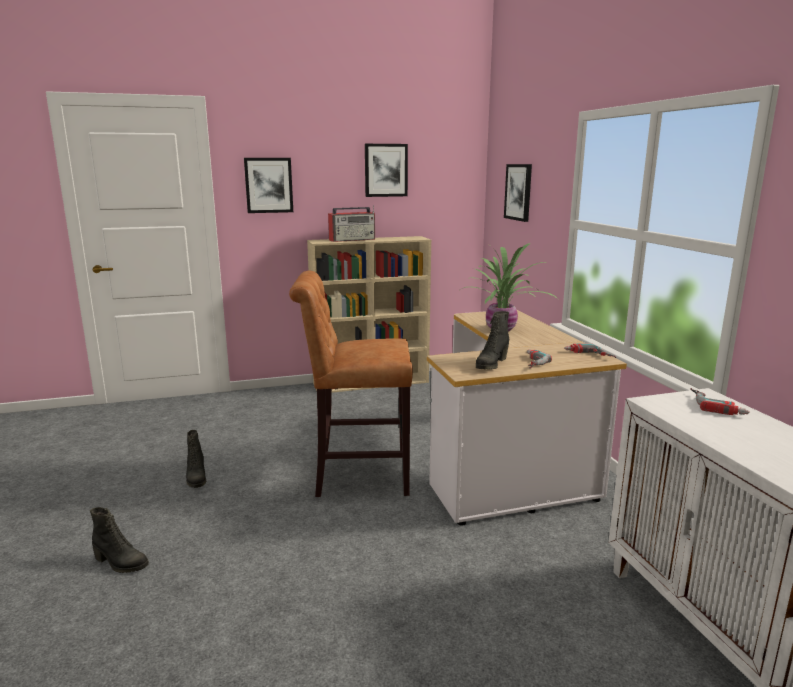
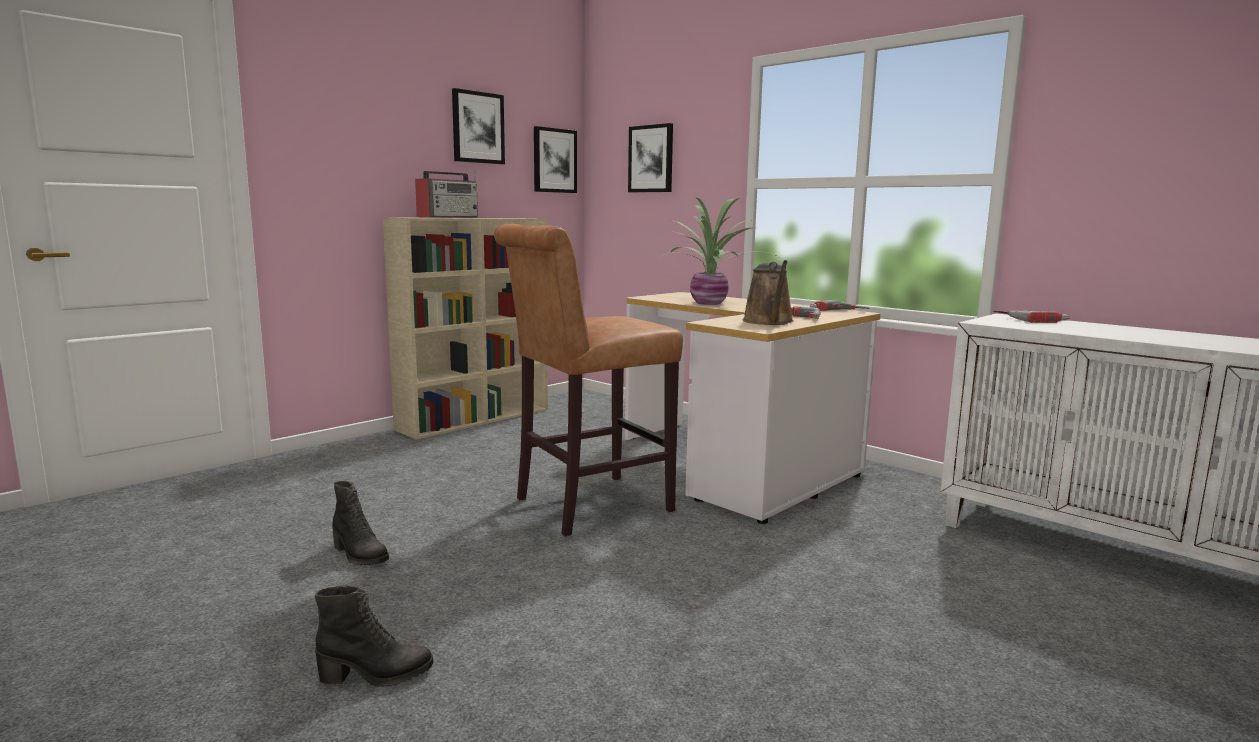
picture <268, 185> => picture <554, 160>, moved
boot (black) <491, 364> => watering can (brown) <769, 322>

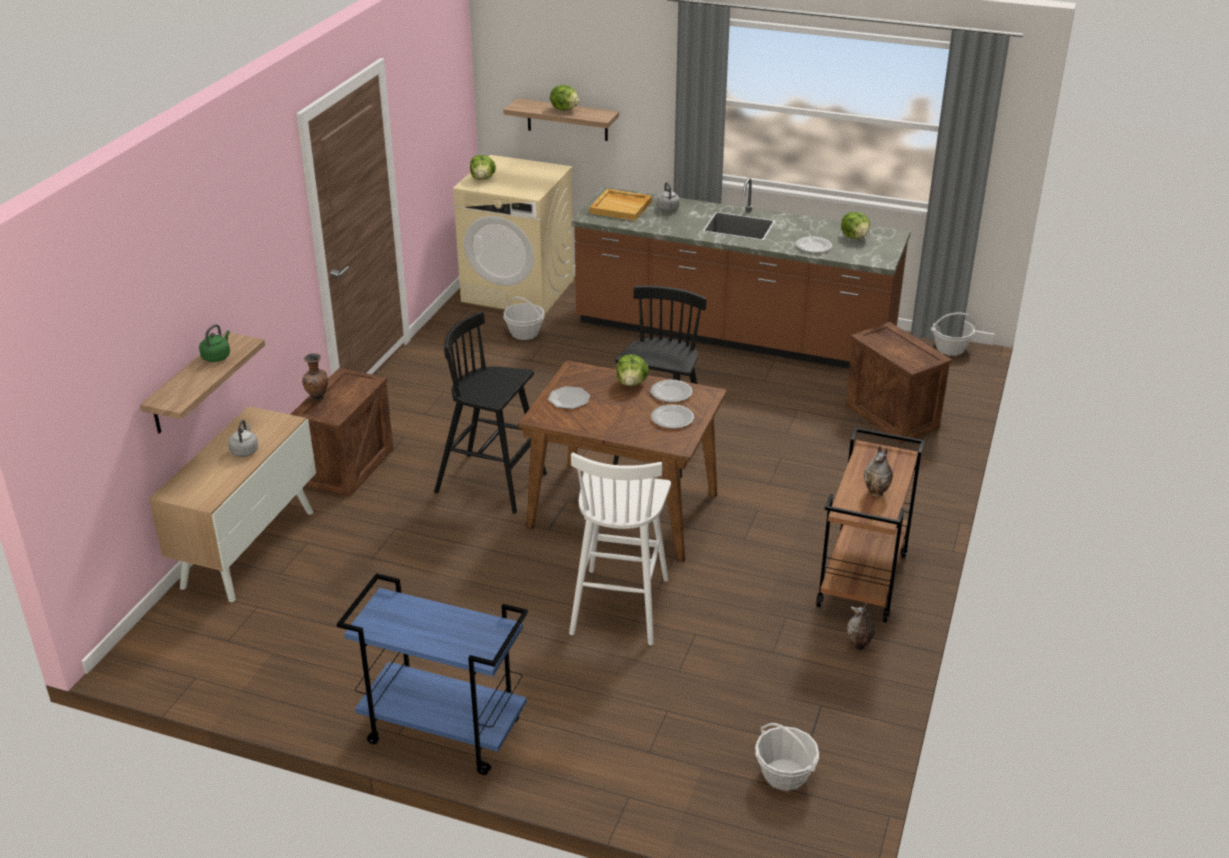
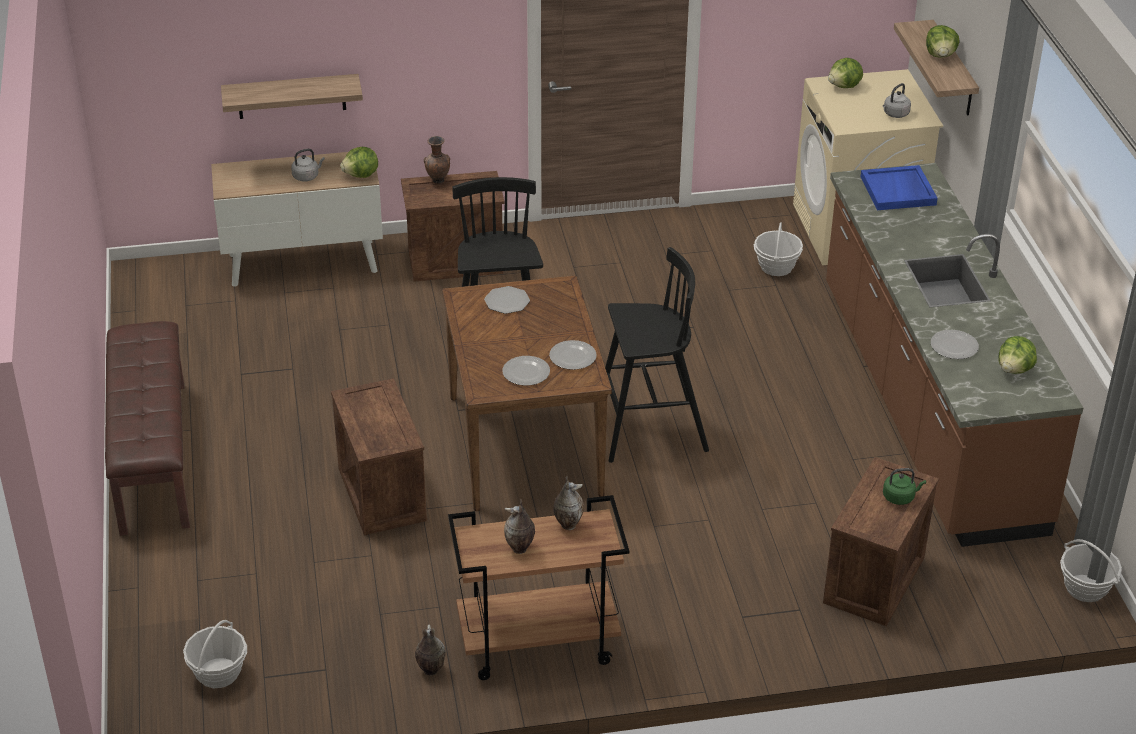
kettle (green) <217, 356> => kettle (green) <900, 497>, moved
cart (blue) <442, 732> => bench (brown) <152, 456>
stool (white) <620, 605> => crate <380, 494>
tray (beige) <621, 207> => tray (blue) <898, 191>
lettuce <632, 383> => lettuce <361, 175>, moved
kettle (grey) <668, 209> => kettle (grey) <895, 114>, moved
nothing => vase <567, 524>

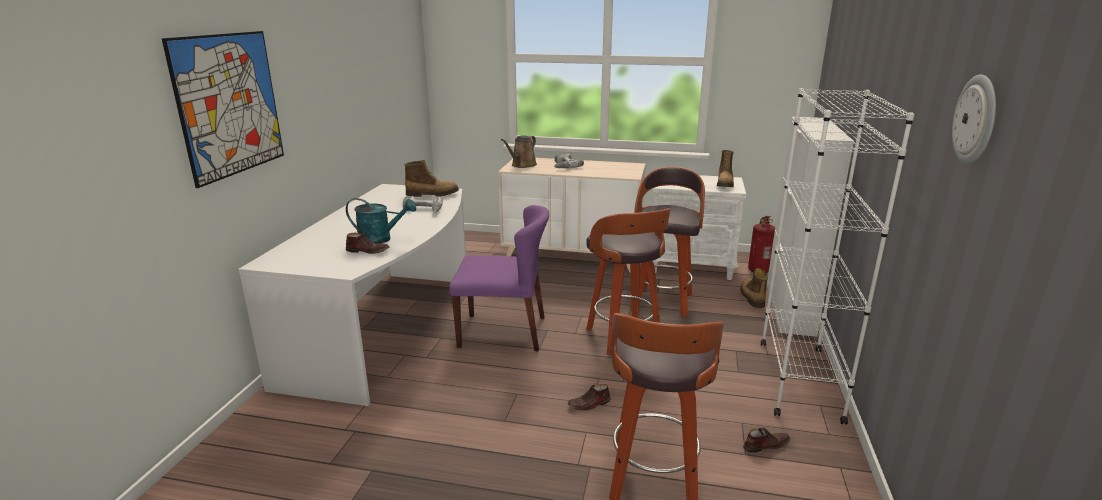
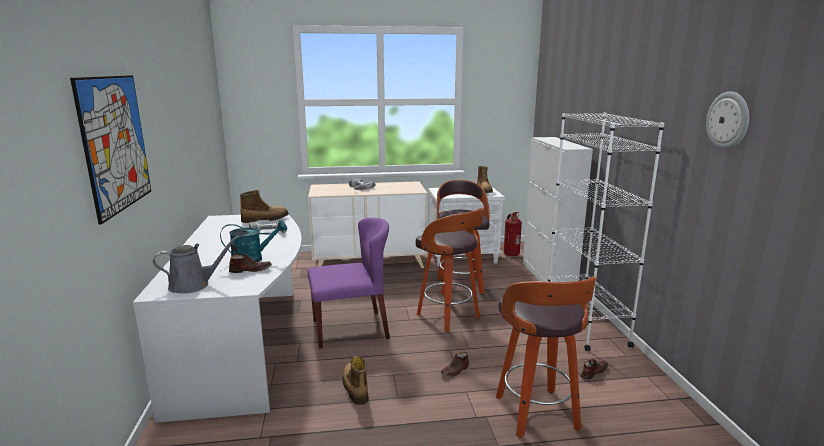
watering can (brown) <522, 165> => nothing
boot <751, 297> => boot <354, 388>, moved
nothing => watering can (grey) <193, 285>

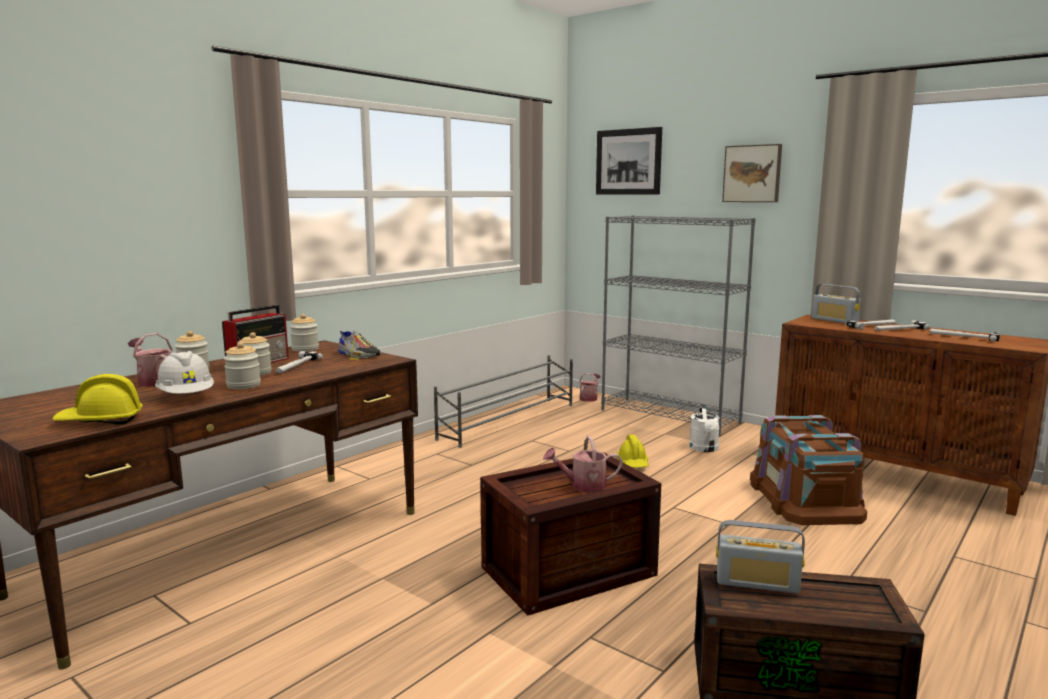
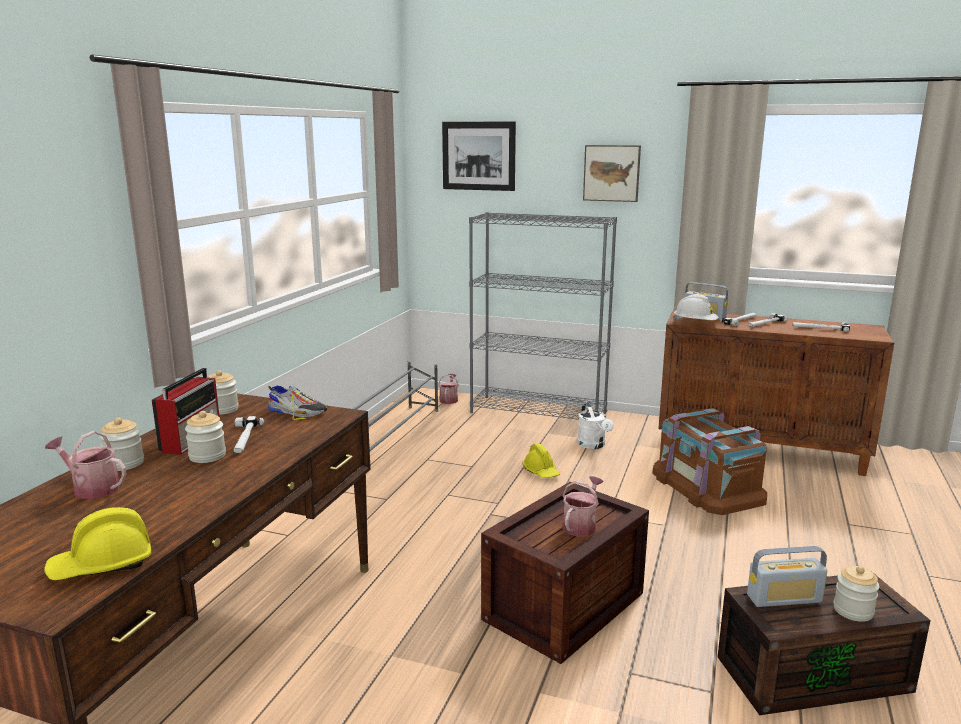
hard hat (white) <186, 397> => hard hat (white) <695, 323>, moved
jar <243, 385> => jar <853, 611>, moved
watering can <583, 486> => watering can <581, 525>, 150 degrees clockwise

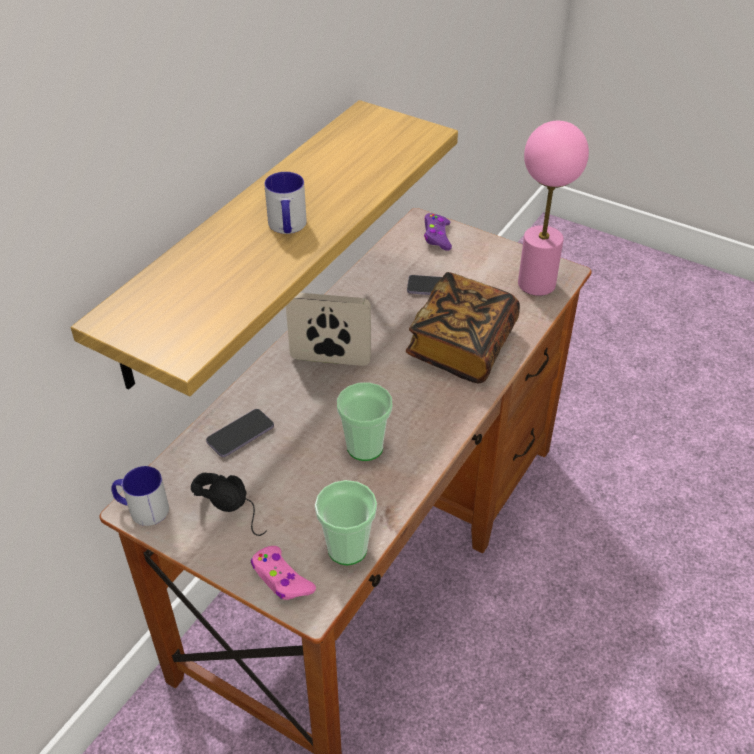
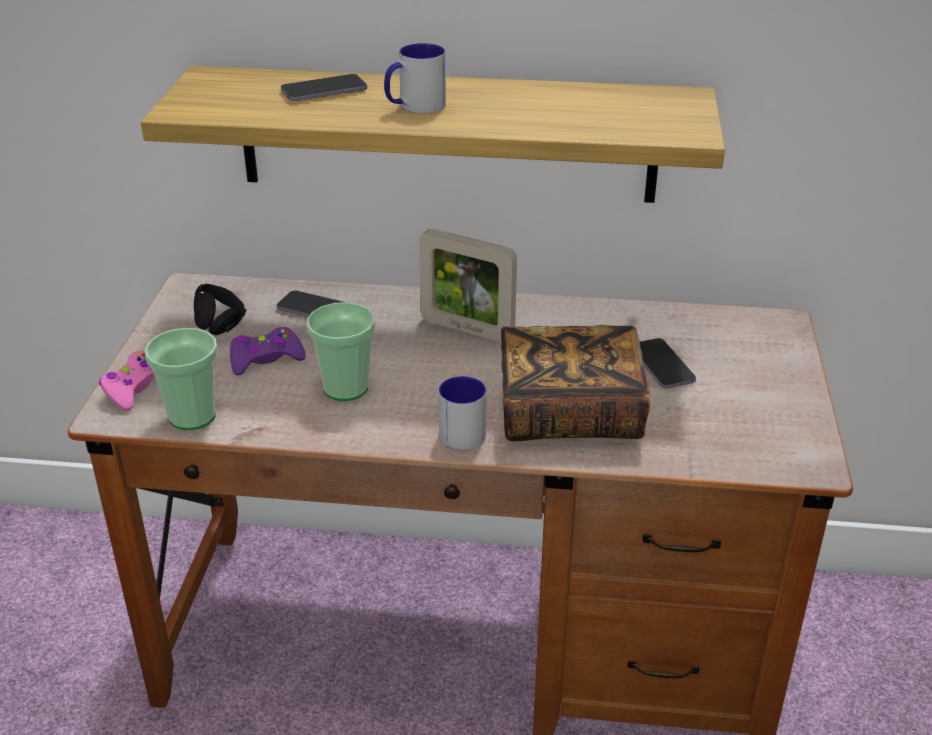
mug <142, 509> => mug <460, 430>, moved
picture frame <330, 359> => picture frame <467, 329>, 135 degrees clockwise
game controller (purple) <437, 236> => game controller (purple) <265, 359>, moved
table lamp (pink) <536, 283> => nothing
nothing => phone <324, 91>

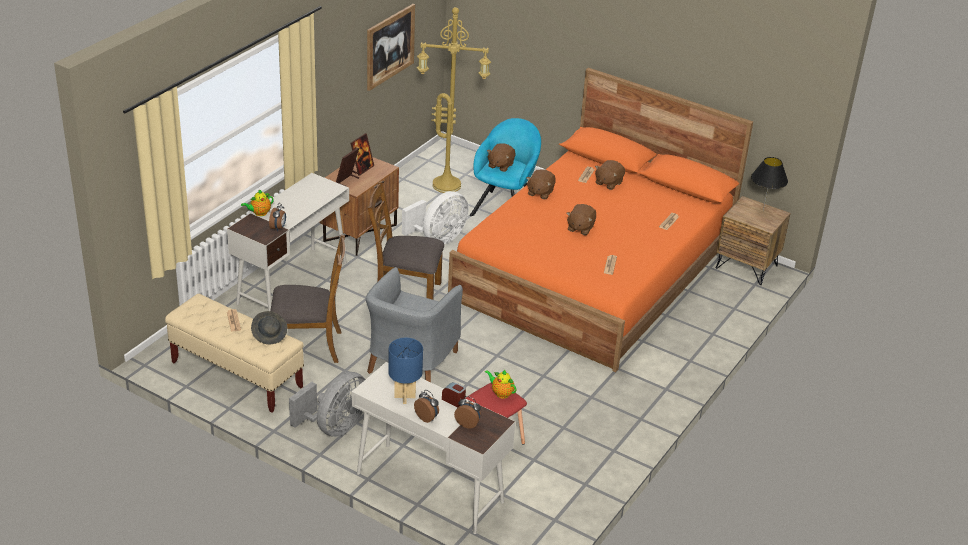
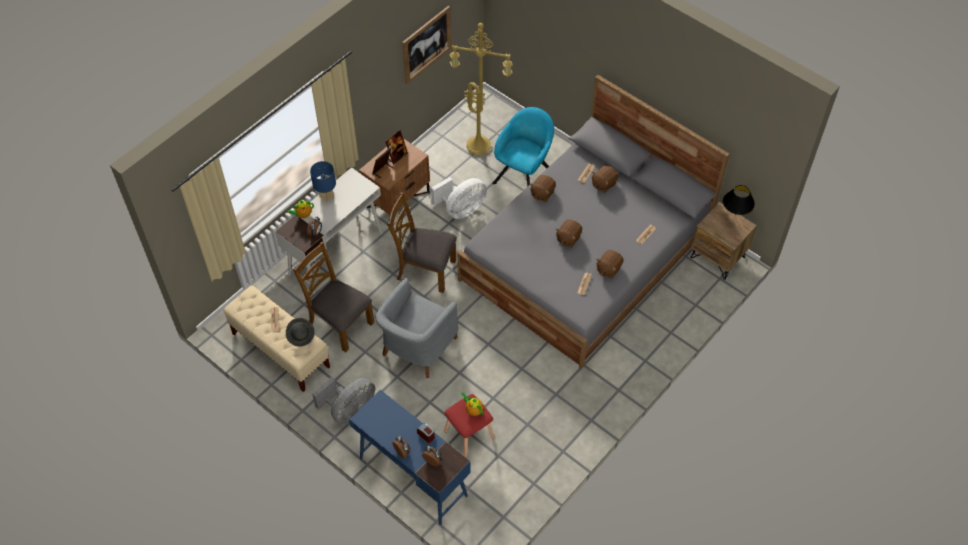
chair (brown) <308, 346> => chair (brown) <340, 323>, 150 degrees counterclockwise
desk (white) <429, 487> => desk (blue) <412, 476>
table lamp (blue) <405, 397> => table lamp (blue) <326, 197>, moved
bed (orange) <595, 272> => bed (grey) <586, 256>
plush toy (brown) <500, 165> => plush toy (brown) <608, 269>, moved

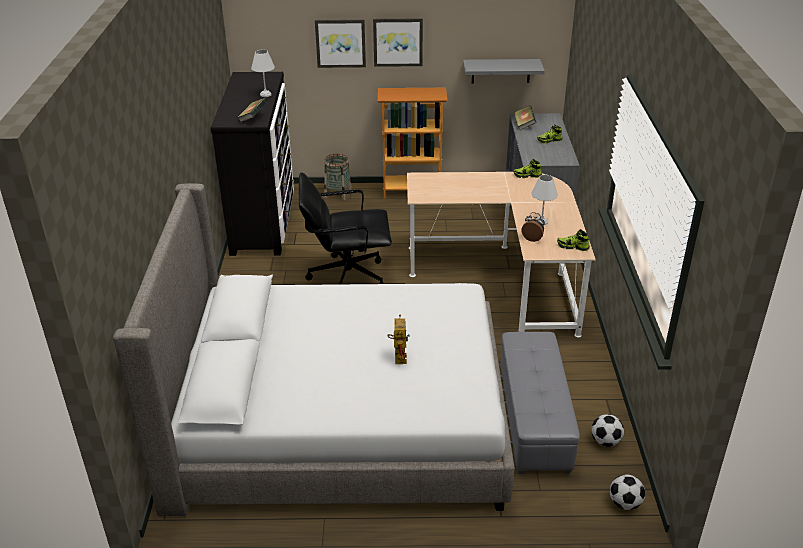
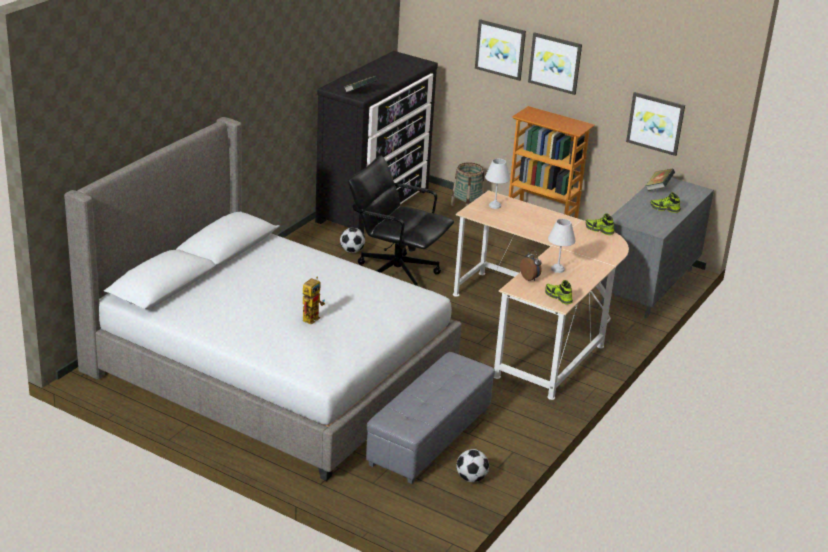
table lamp (white) <265, 94> => table lamp (white) <495, 205>, moved
shelf (grey) <501, 71> => picture <655, 123>
football <624, 503> => football <352, 251>, moved

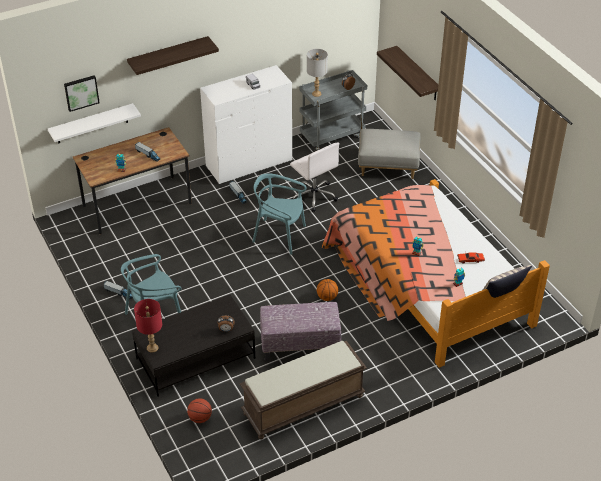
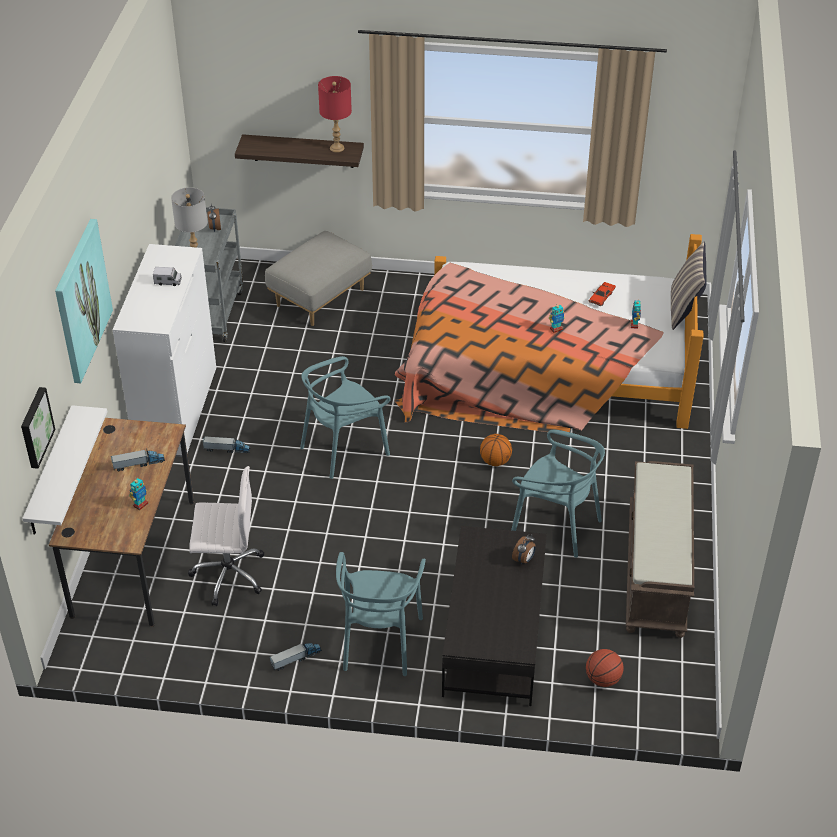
shelf <168, 56> => picture <81, 300>
table lamp (red) <152, 348> => table lamp (red) <336, 148>, moved
ottoman <300, 346> => chair (turquoise) <556, 525>
office chair (white) <313, 196> => office chair (white) <227, 574>, moved

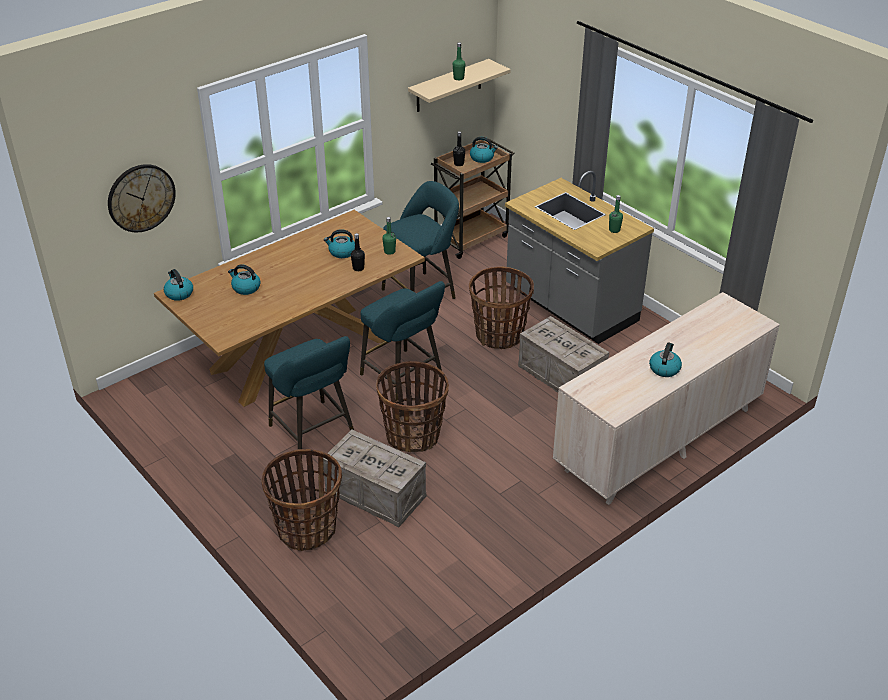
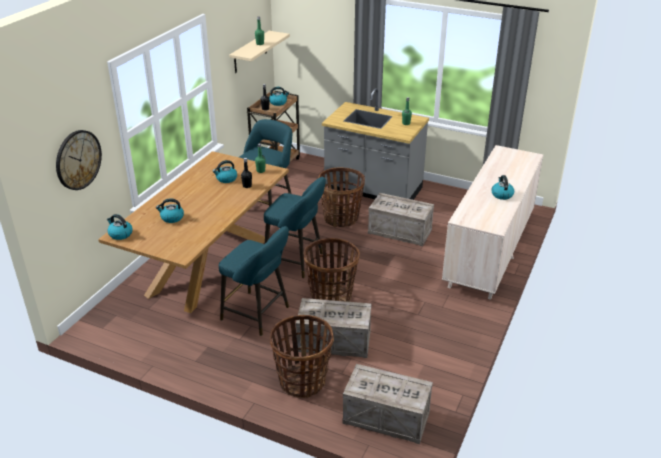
nothing => crate <385, 417>

